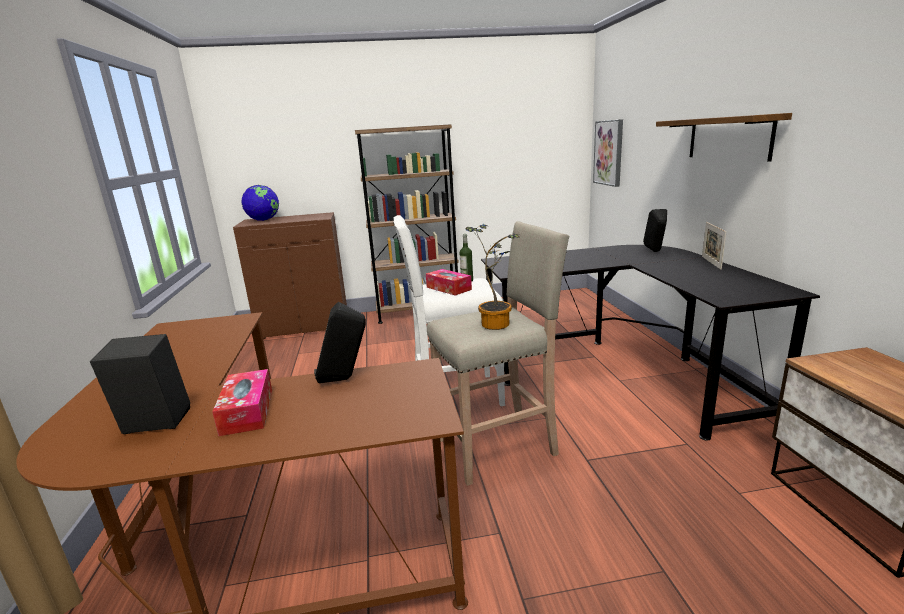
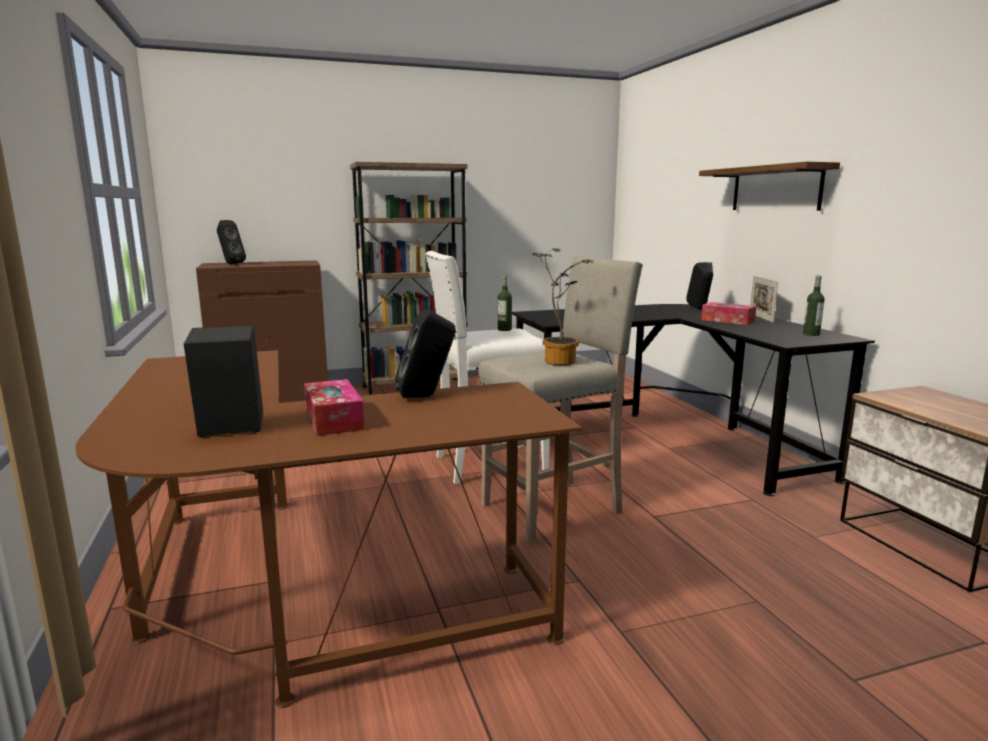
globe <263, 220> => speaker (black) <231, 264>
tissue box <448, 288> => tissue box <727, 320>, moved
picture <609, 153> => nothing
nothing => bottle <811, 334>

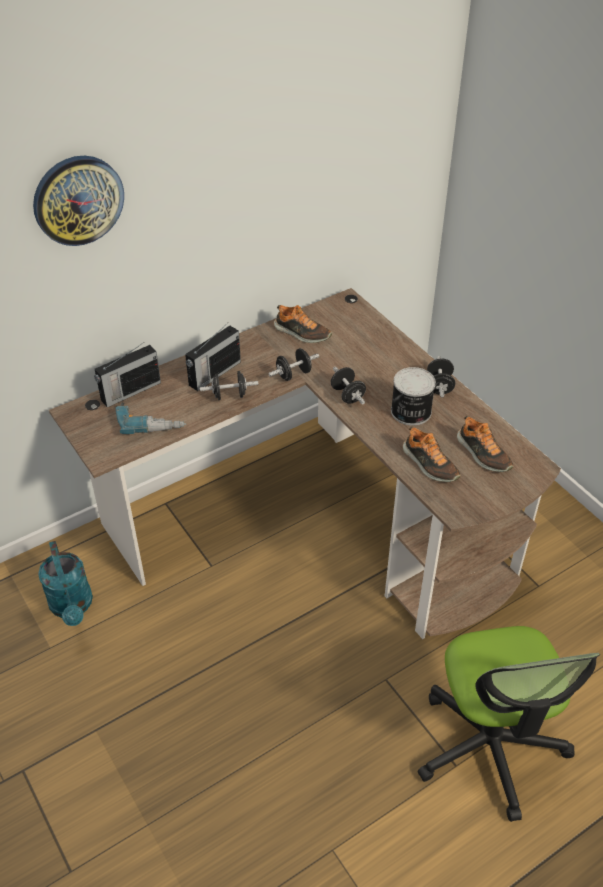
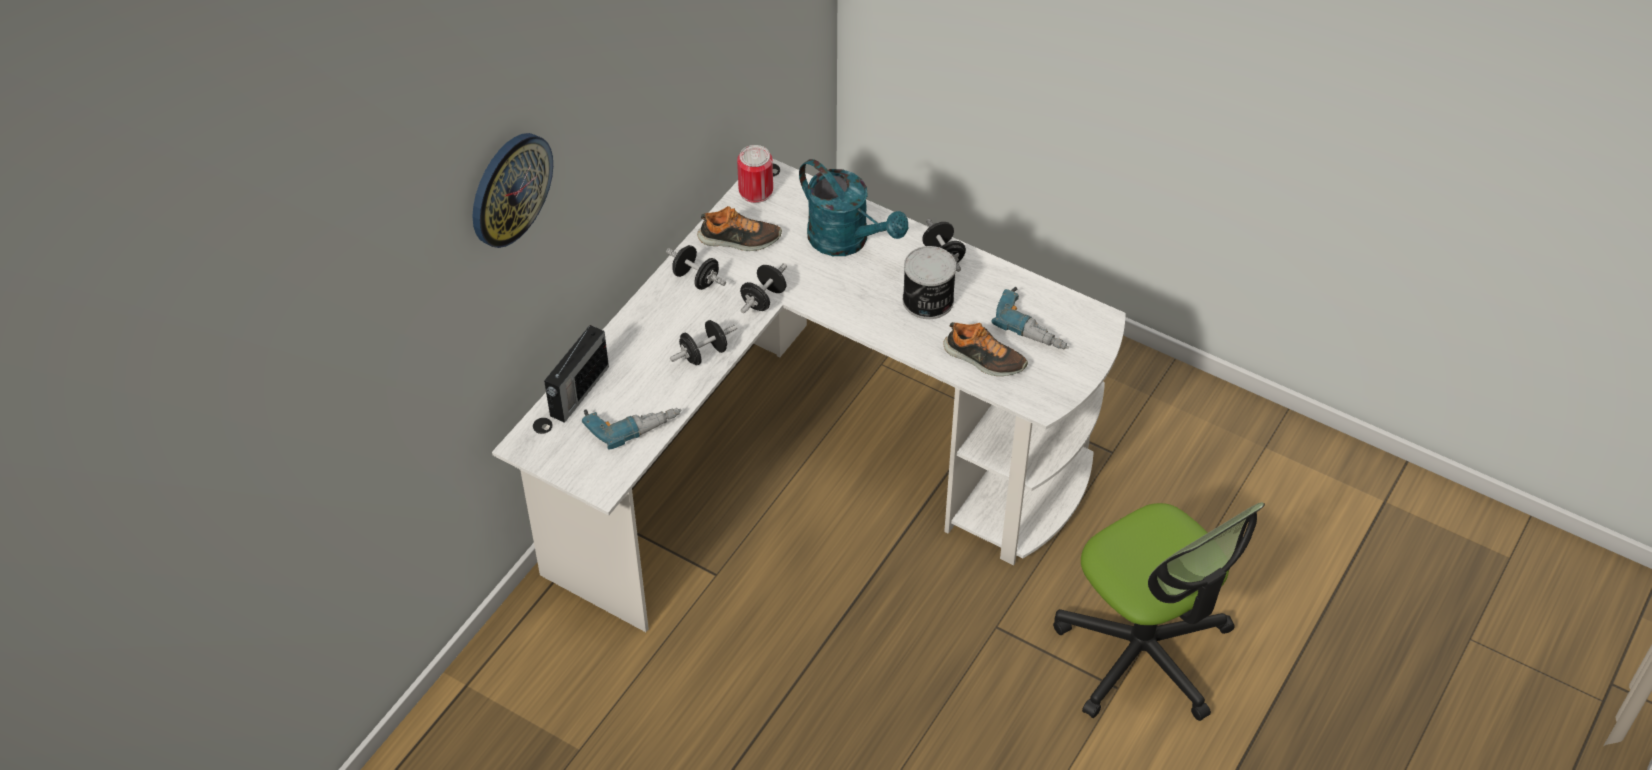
watering can (turquoise) <72, 607> => watering can (turquoise) <847, 241>, moved
desk (brown) <319, 518> => desk (white) <813, 465>
radio <214, 374> => nothing
dumbbell (black) <347, 395> => dumbbell (black) <696, 279>, moved
shoe <482, 454> => power drill <1035, 325>
nothing => can <756, 191>

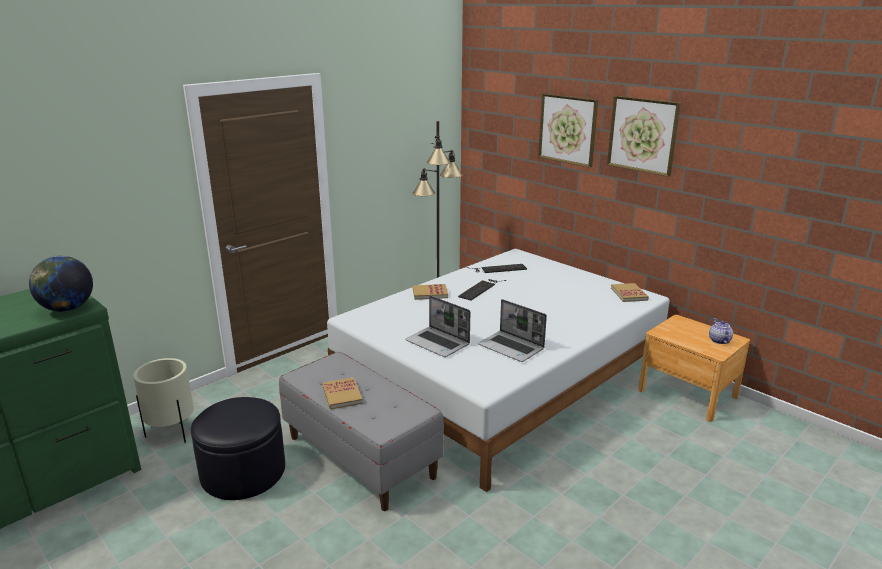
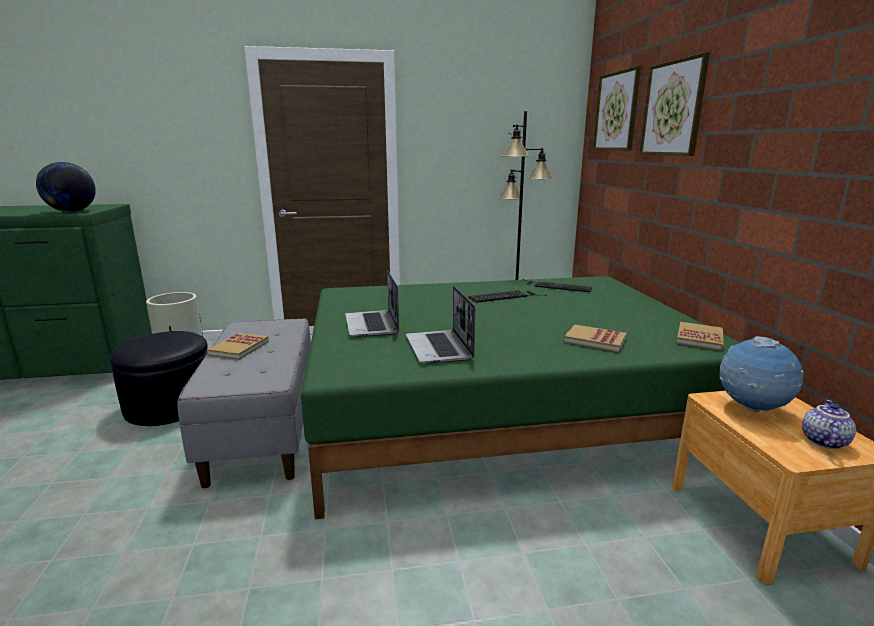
bed (white) <501, 378> => bed (green) <499, 410>
book <430, 293> => book <595, 340>, moved
picture <643, 135> => picture <617, 111>, moved
nothing => globe <752, 409>

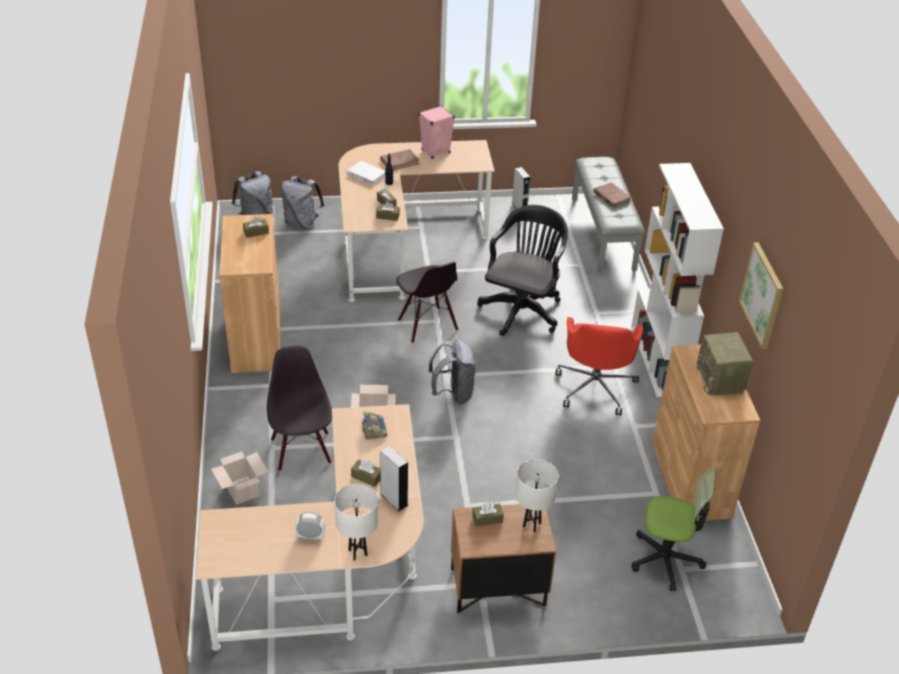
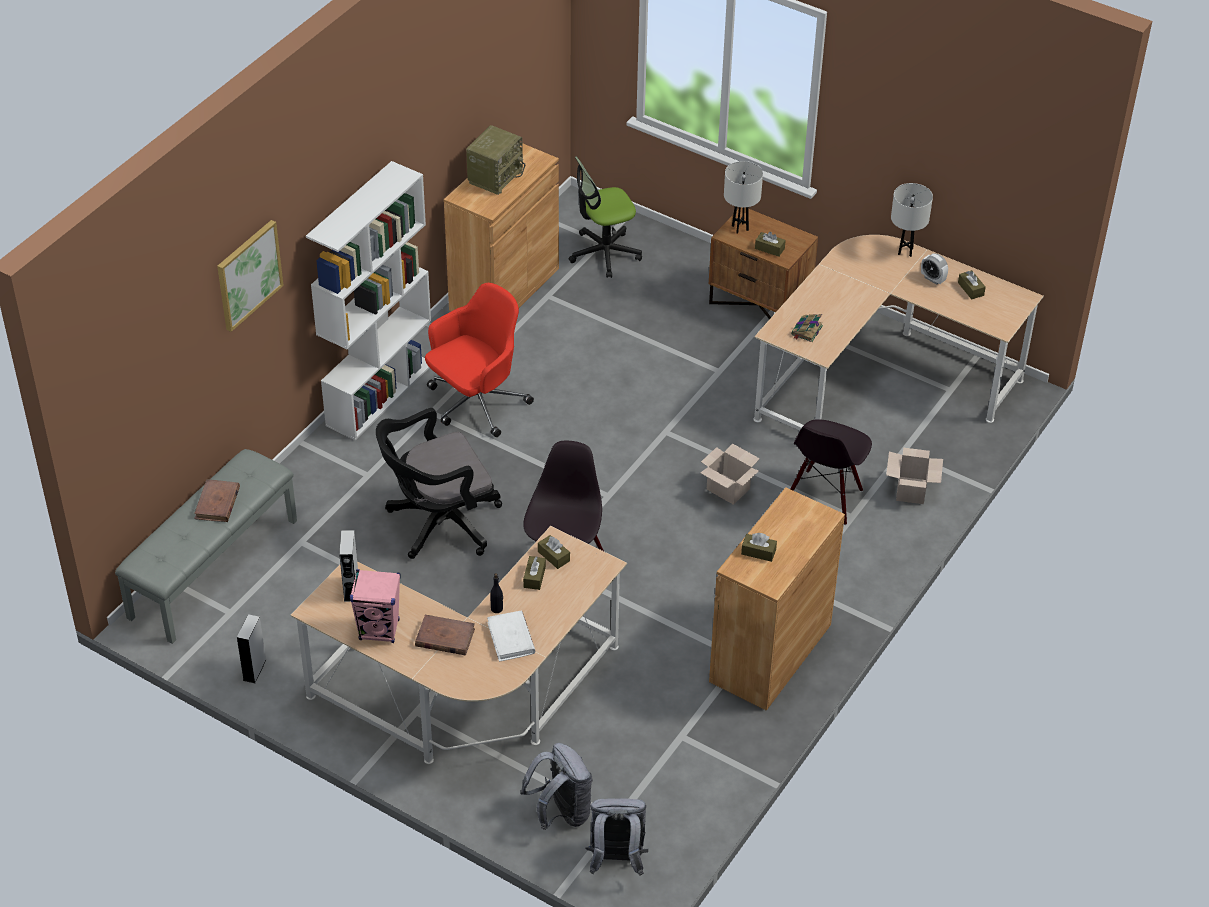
tissue box (brown) <366, 477> => tissue box (brown) <970, 289>, moved
speaker (grey) <394, 499> => speaker (grey) <351, 588>, moved
backpack (grey) <453, 393> => nothing
office chair <666, 559> => office chair <604, 253>, 75 degrees counterclockwise
picture <762, 295> => picture <248, 274>, moved

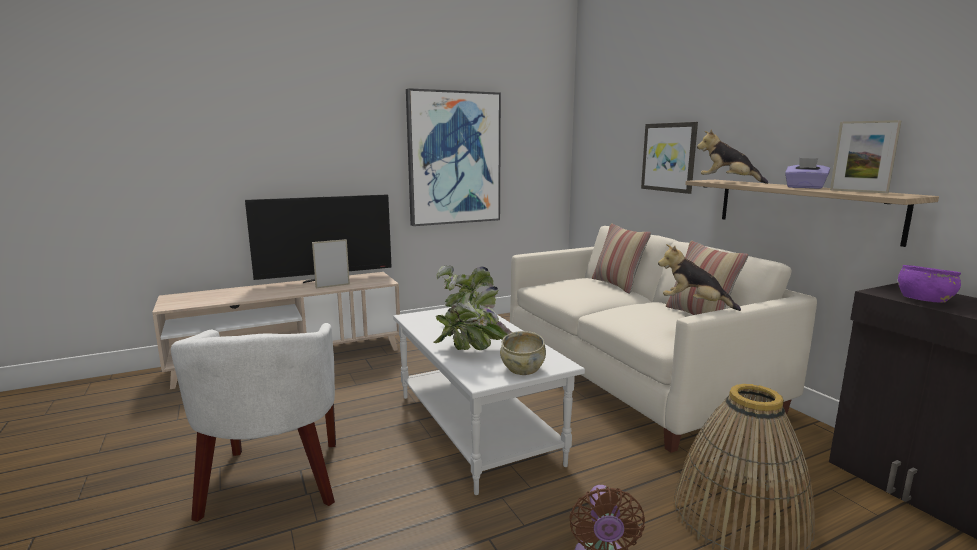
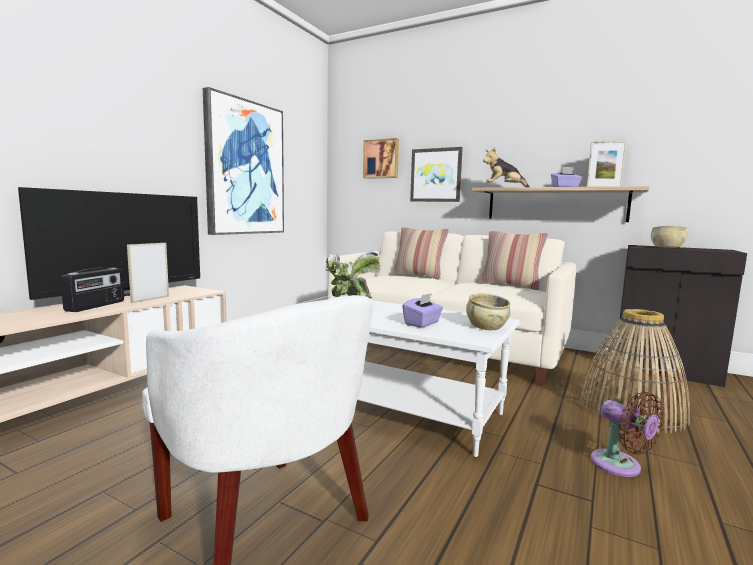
potted plant <472, 352> => tissue box (purple) <422, 323>
plush toy <694, 305> => nothing
bowl (purple) <924, 300> => bowl (beige) <667, 248>
nothing => radio <96, 306>
nothing => picture <381, 159>

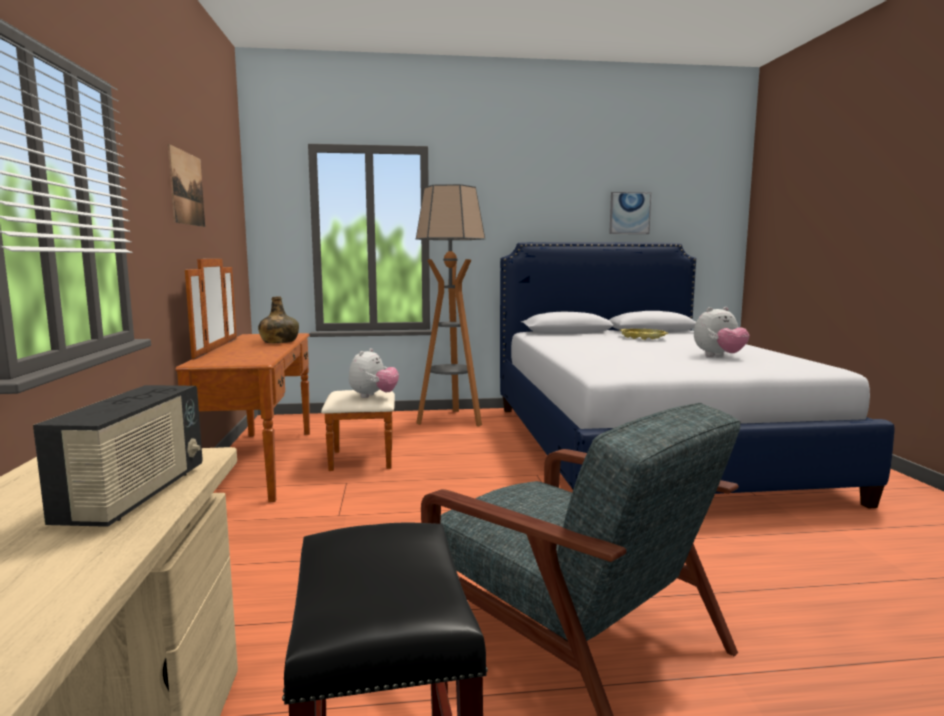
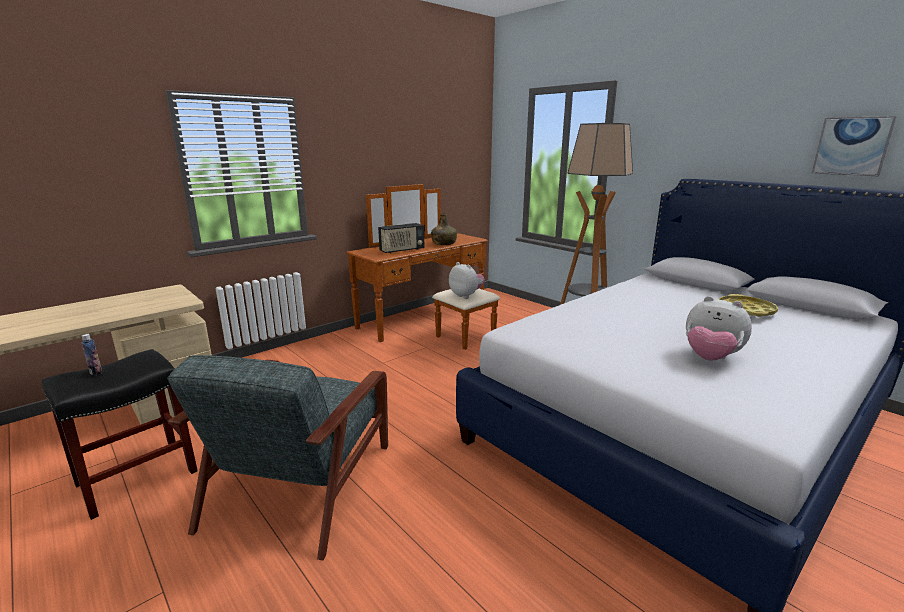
radio <136, 495> => radio <402, 250>, moved
picture <187, 188> => nothing
plush toy <373, 396> => plush toy <466, 295>, 120 degrees counterclockwise
nothing => bottle <96, 372>

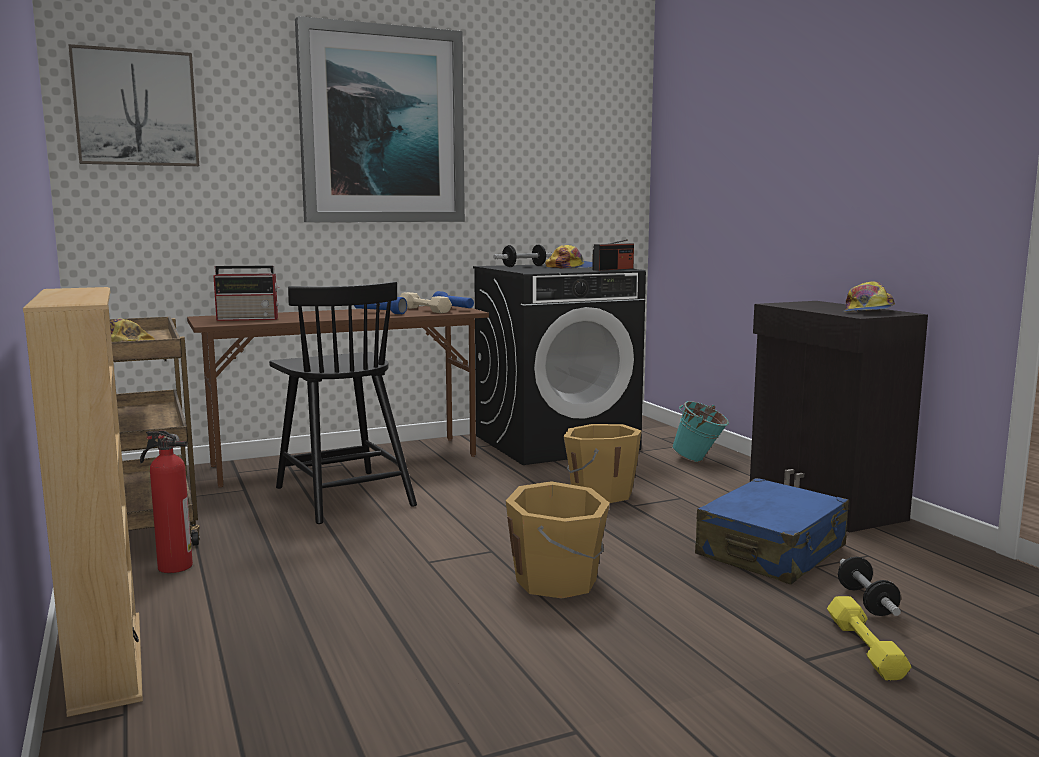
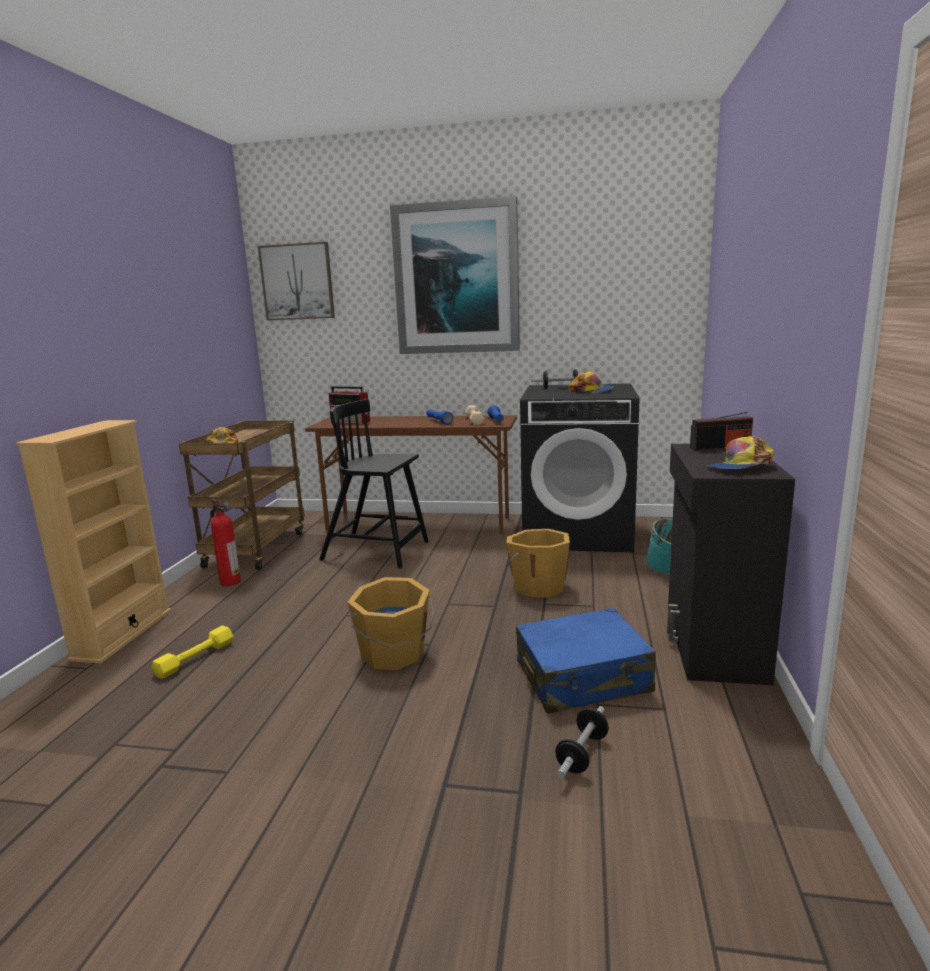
chair (black) <343, 495> => chair (black) <377, 551>, 105 degrees clockwise
radio <613, 269> => radio <720, 447>, moved
dumbbell (yellow) <866, 648> => dumbbell (yellow) <195, 658>, moved

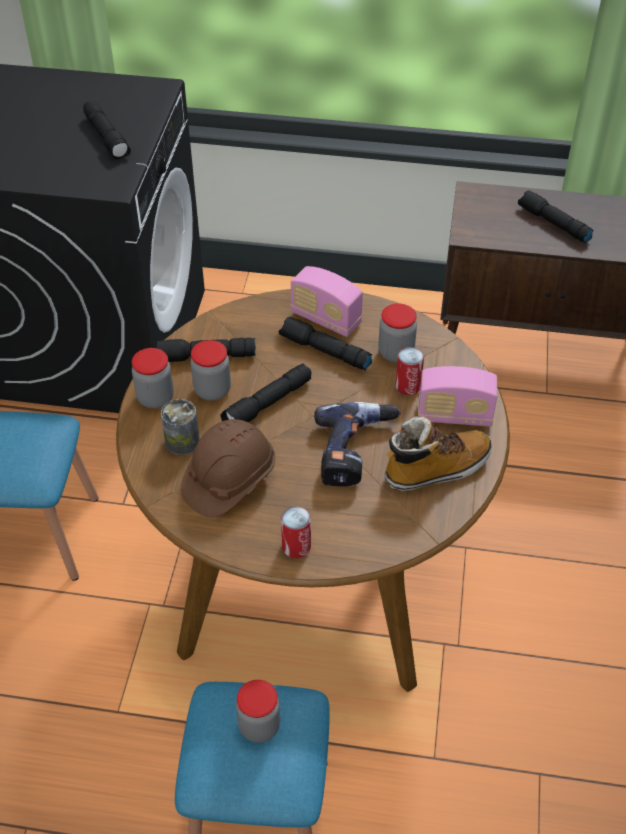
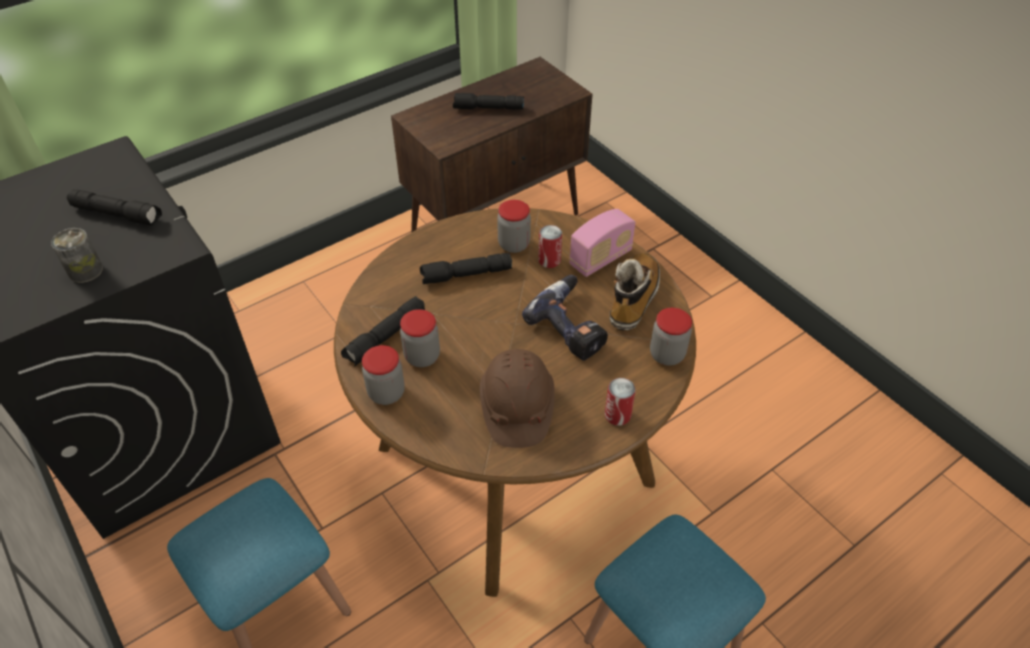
can <182, 442> => can <85, 271>, moved
flashlight (black) <268, 404> => nothing
jar <259, 726> => jar <667, 355>, moved
radio <326, 319> => nothing

